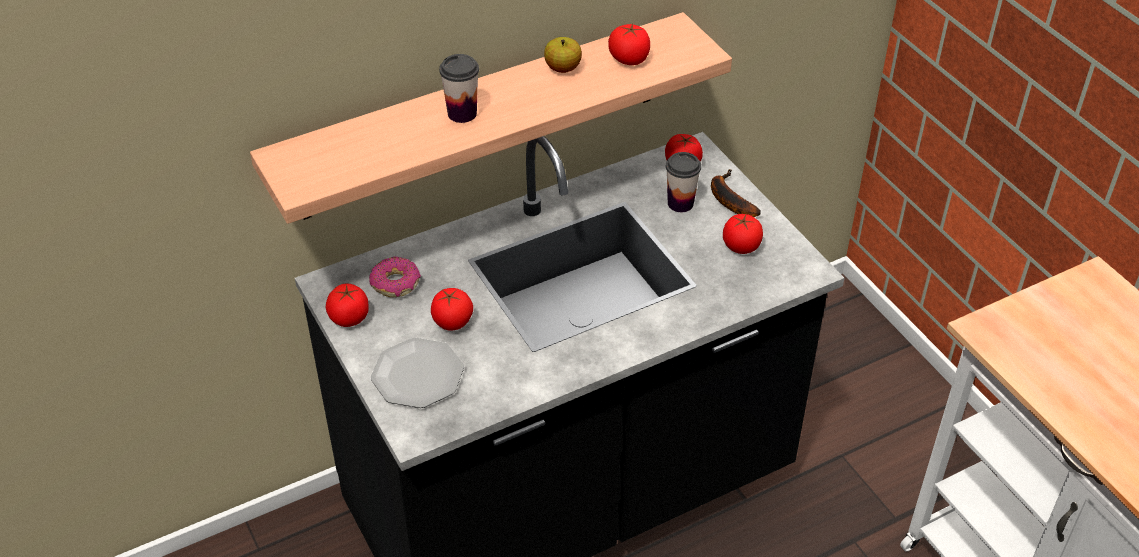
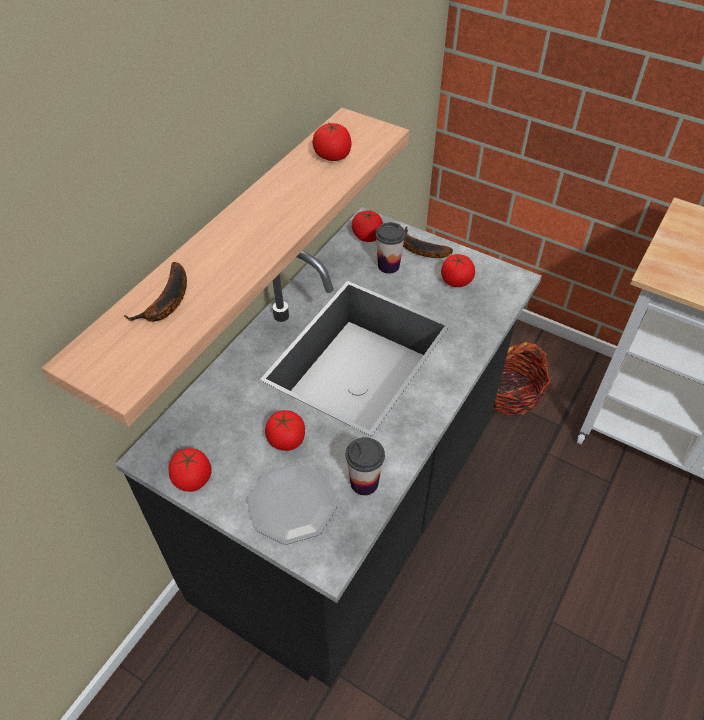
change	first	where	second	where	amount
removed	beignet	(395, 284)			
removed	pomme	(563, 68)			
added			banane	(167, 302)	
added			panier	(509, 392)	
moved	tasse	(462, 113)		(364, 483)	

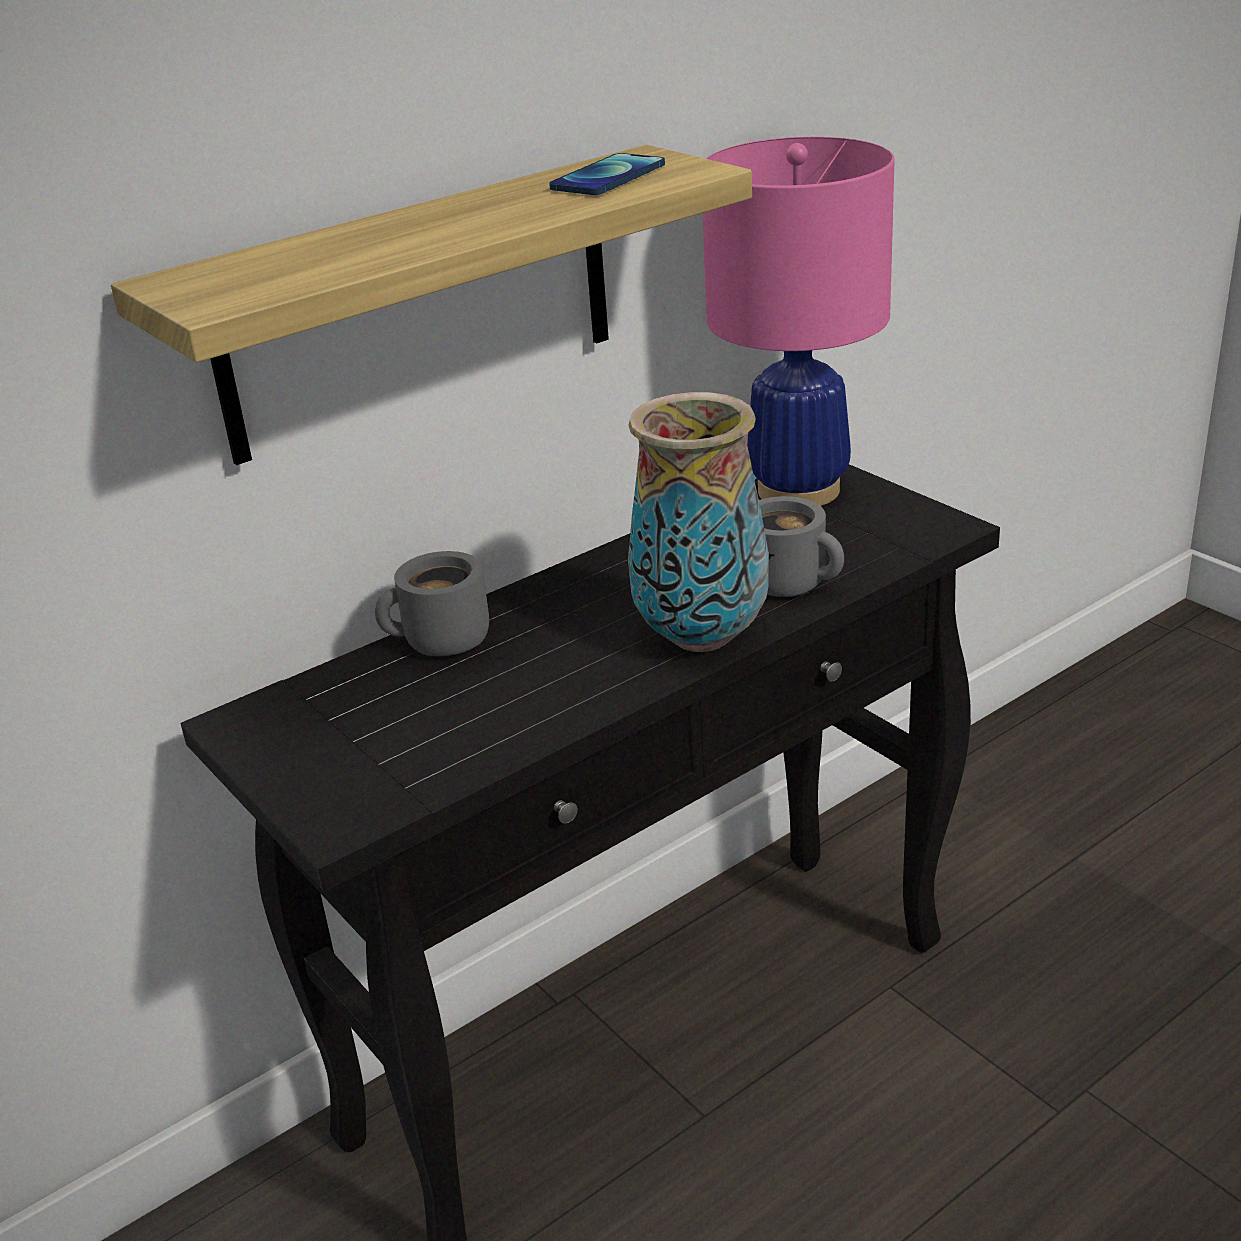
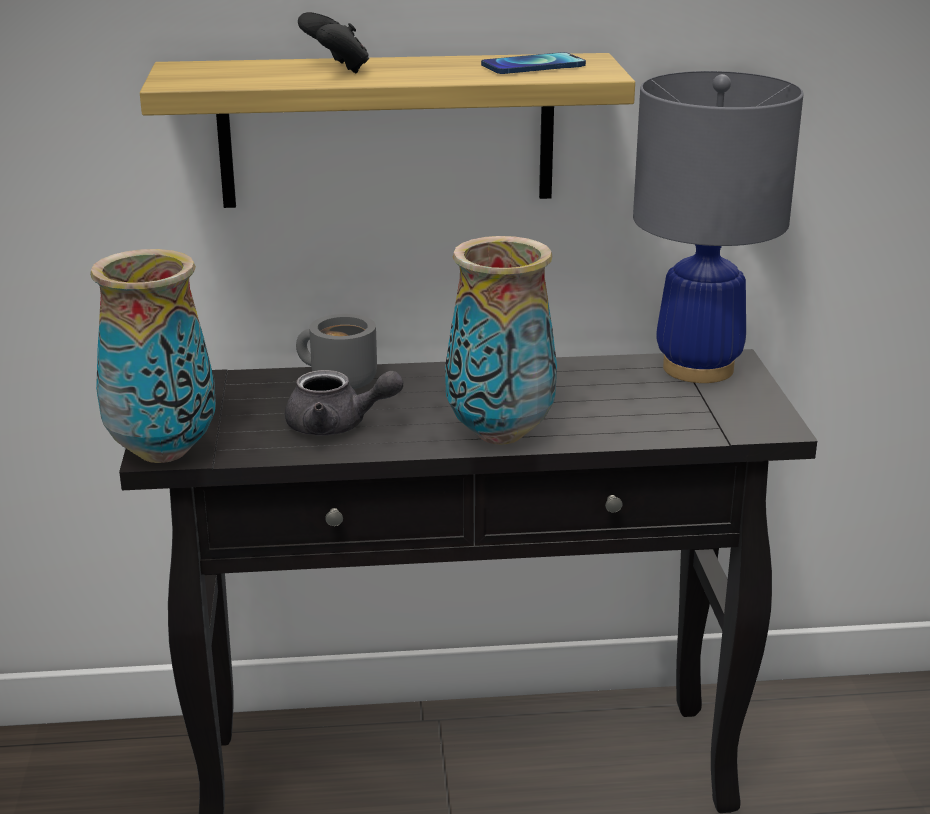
change	first	where	second	where	amount
removed	mug/gris	(792, 582)			
added			vase	(163, 451)	
added			théière/gris	(337, 426)	
added			manette/noir	(336, 69)	
recoloured	lampe de table/rose	(798, 491)	lampe de table/gris	(697, 368)	

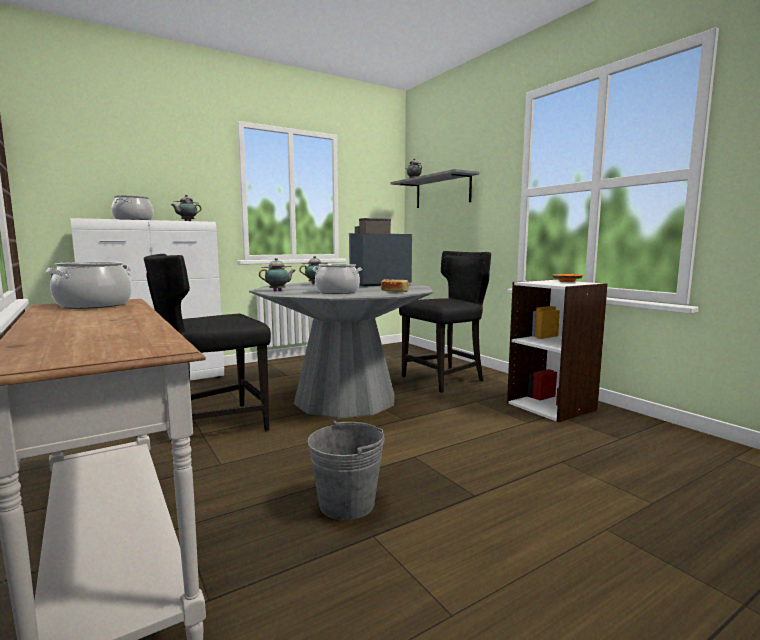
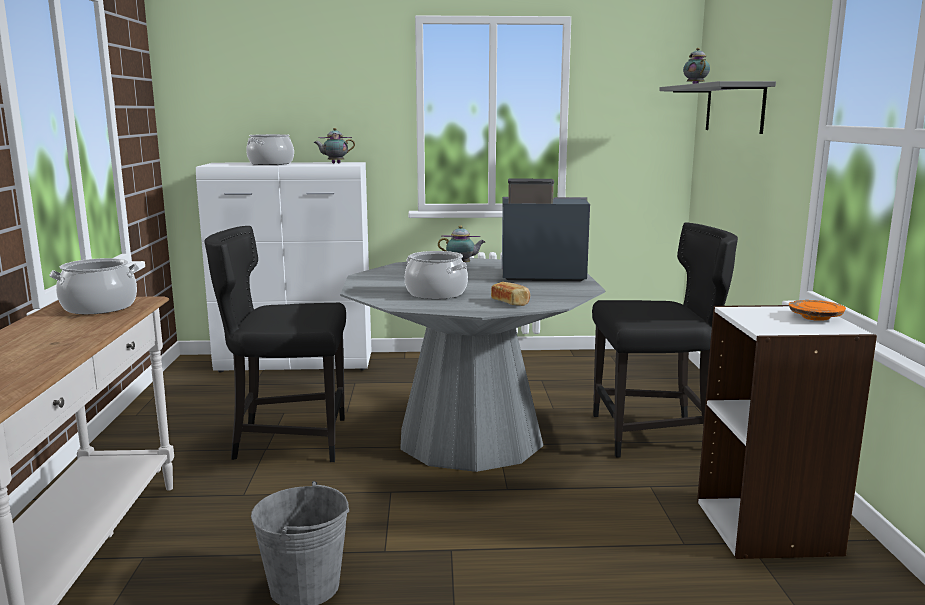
change	first	where	second	where	amount
removed	théière	(278, 291)			

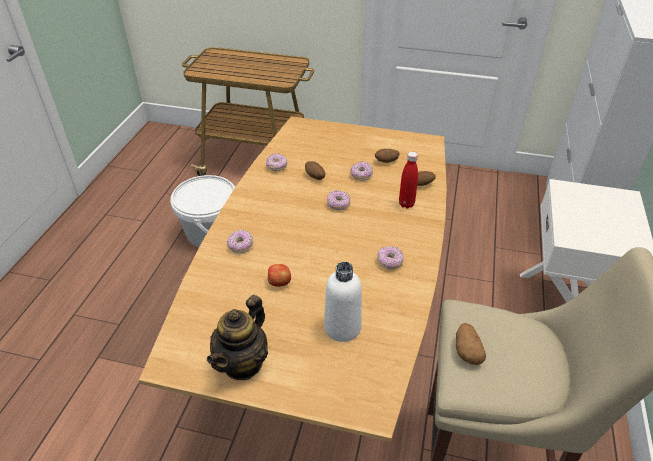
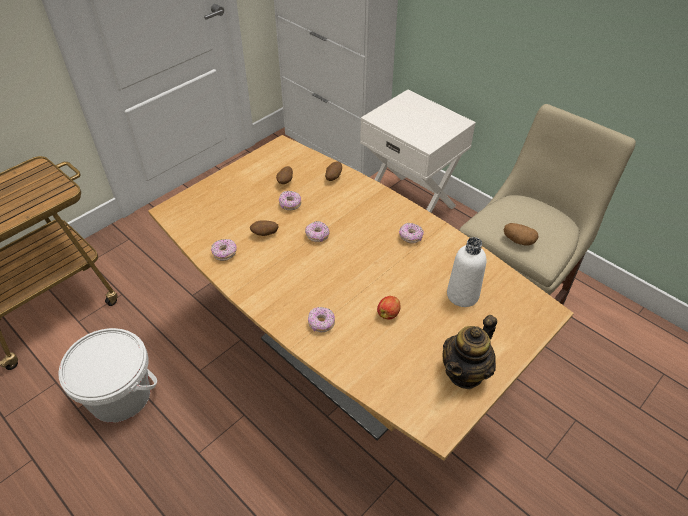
change	first	where	second	where	amount
removed	bouteille/rouge	(406, 204)			
turned	théière	(243, 363)		(465, 372)	75 degrees clockwise

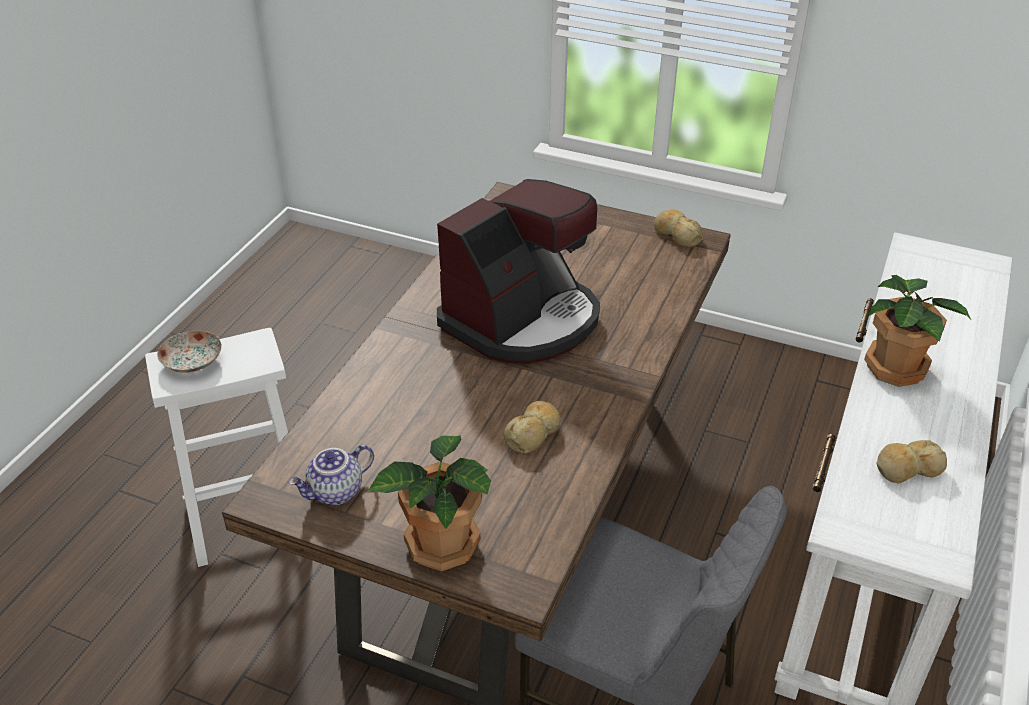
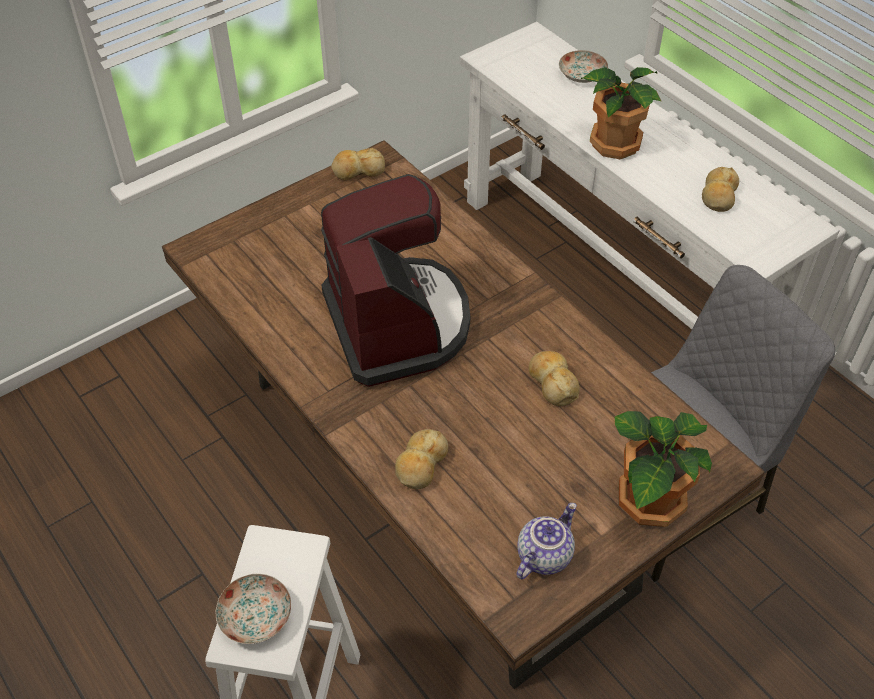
change	first	where	second	where	amount
added			pain	(420, 465)	
added			assiette	(582, 75)	
turned	théière	(336, 492)		(543, 555)	135 degrees counterclockwise

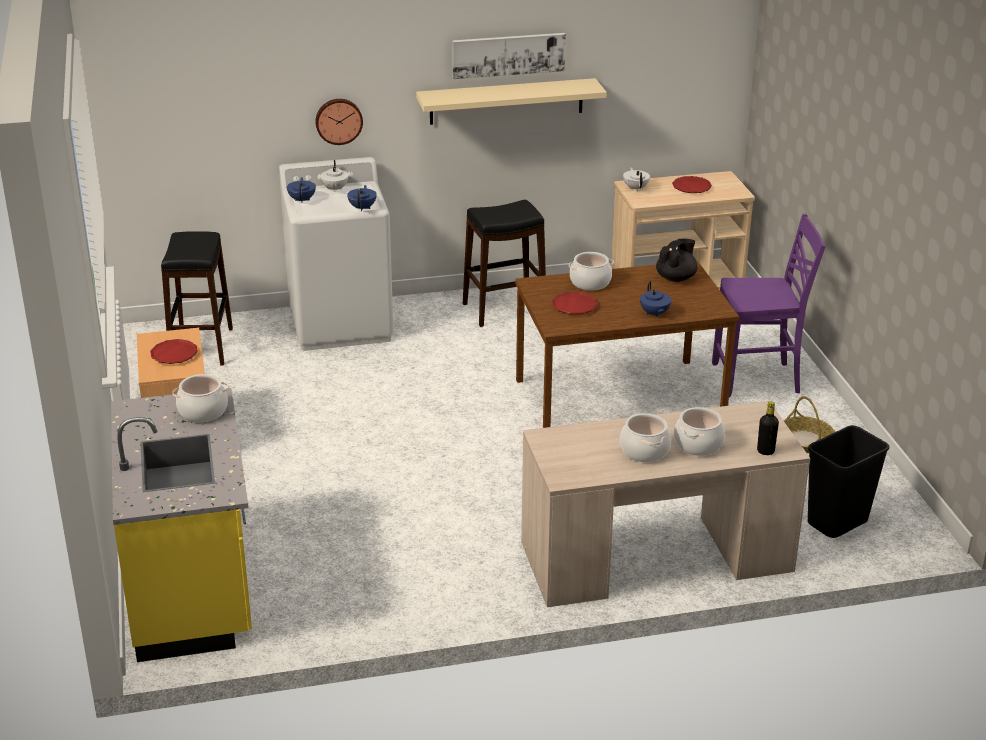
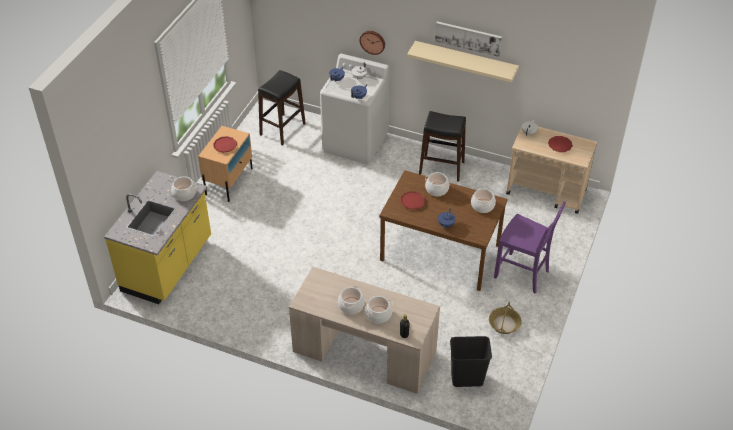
change	first	where	second	where	amount
replaced	théière/noir	(676, 278)	marmite	(482, 206)	

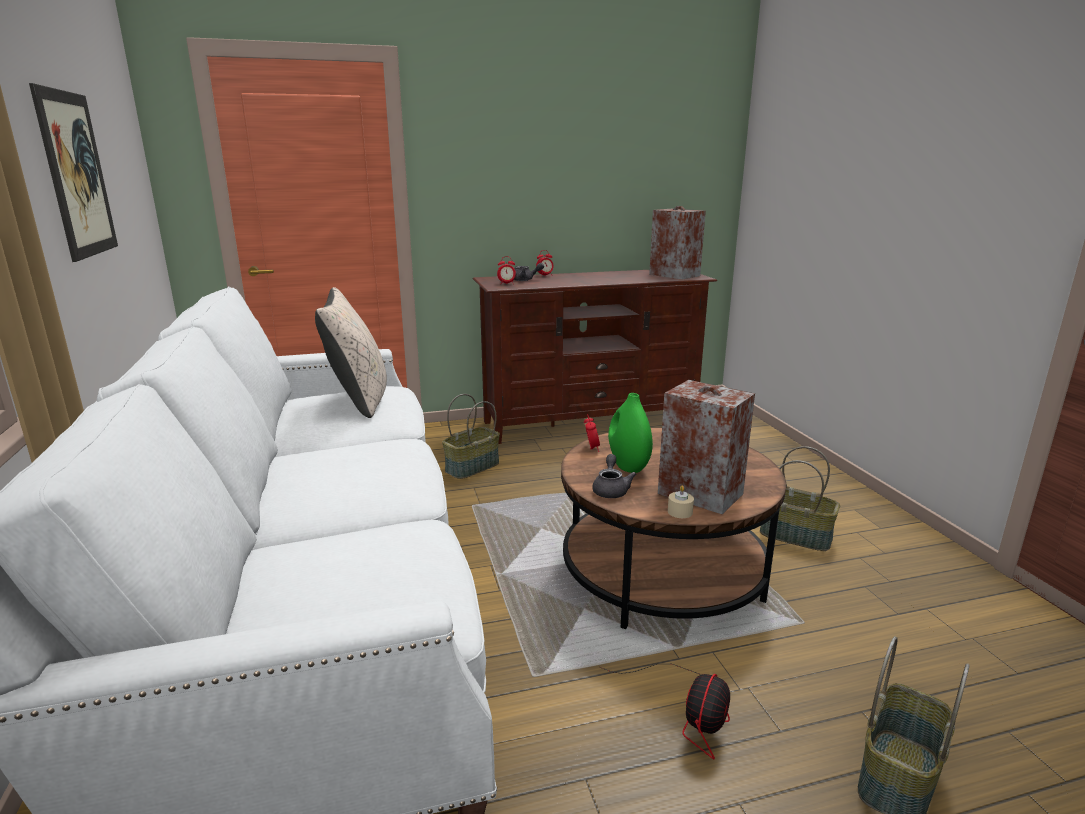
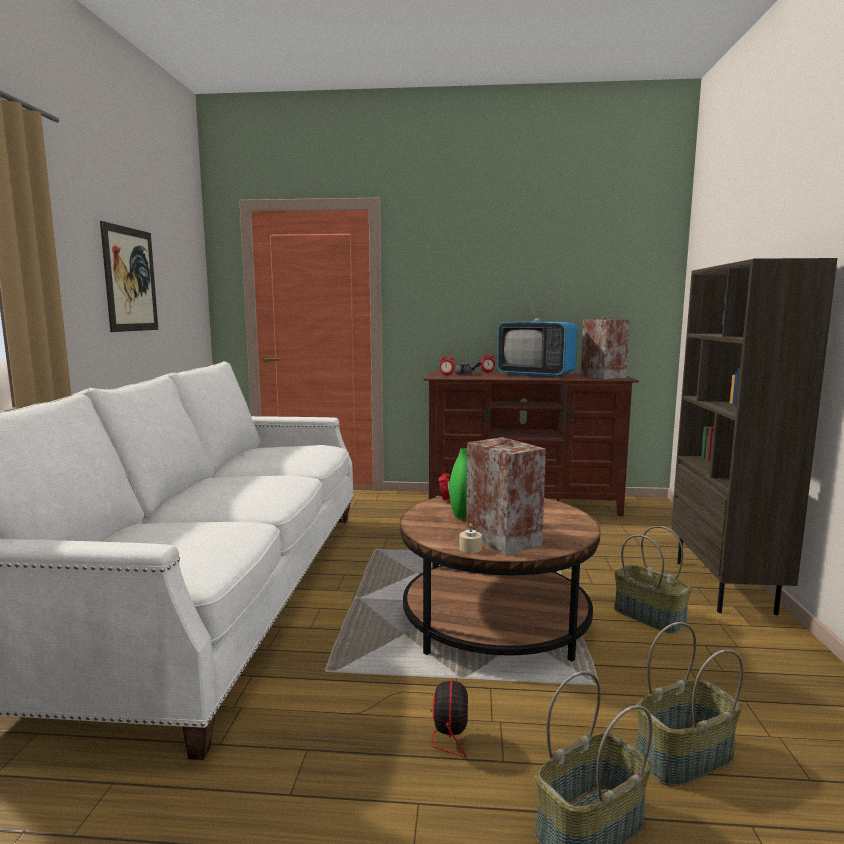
change	first	where	second	where	amount
removed	coussin/beige	(359, 400)			
removed	théière/gris	(611, 489)			
added			téléviseur	(536, 375)	
added			bibliothèque/marron	(725, 587)	
moved	panier	(472, 467)		(684, 758)	
turned	ventilateur	(689, 712)		(431, 726)	45 degrees counterclockwise

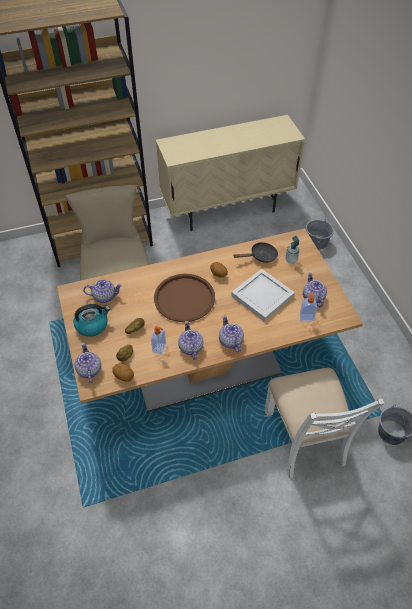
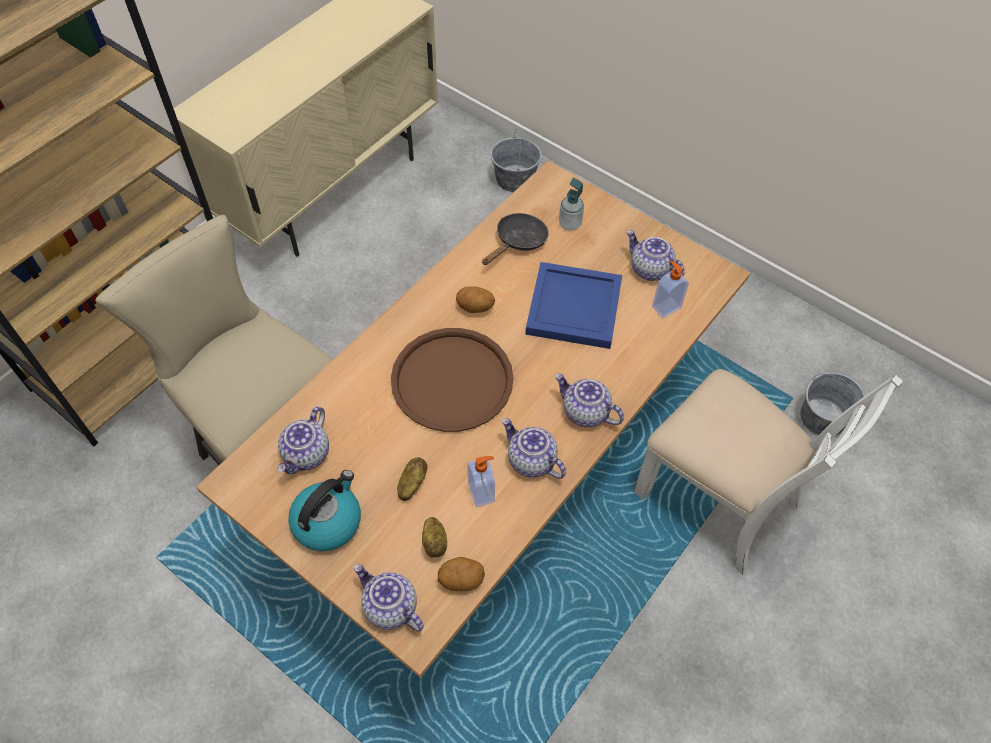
change	first	where	second	where	amount
recoloured	plateau/blanc	(261, 296)	plateau/bleu	(572, 308)	
turned	théière	(105, 296)		(307, 454)	150 degrees clockwise

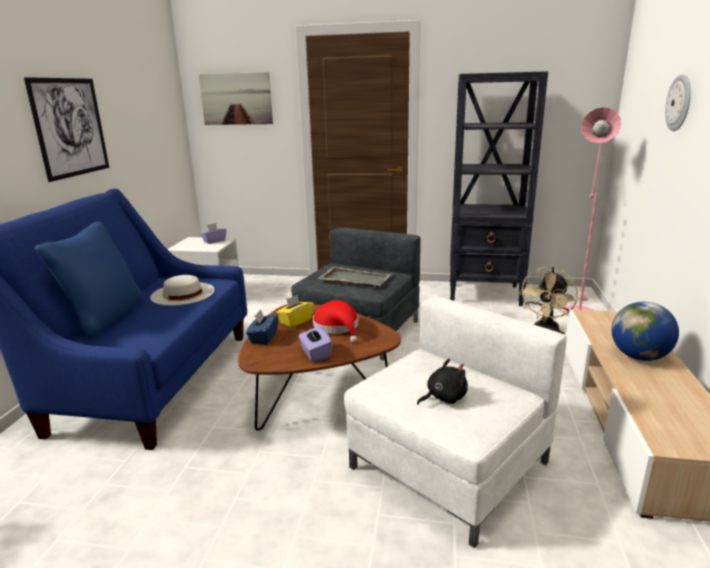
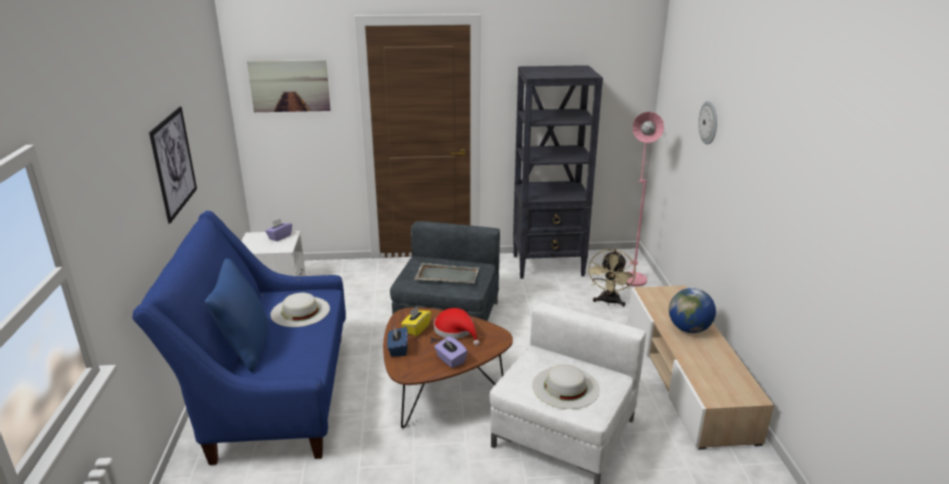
change	first	where	second	where	amount
replaced	peluche/noir	(443, 398)	chapeau/blanc	(565, 387)	

